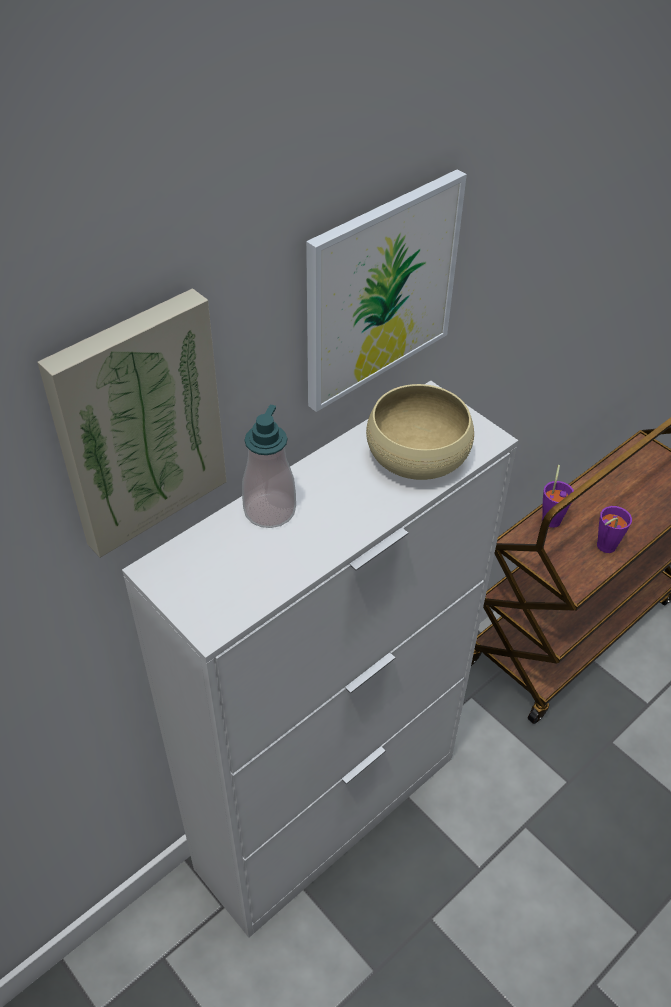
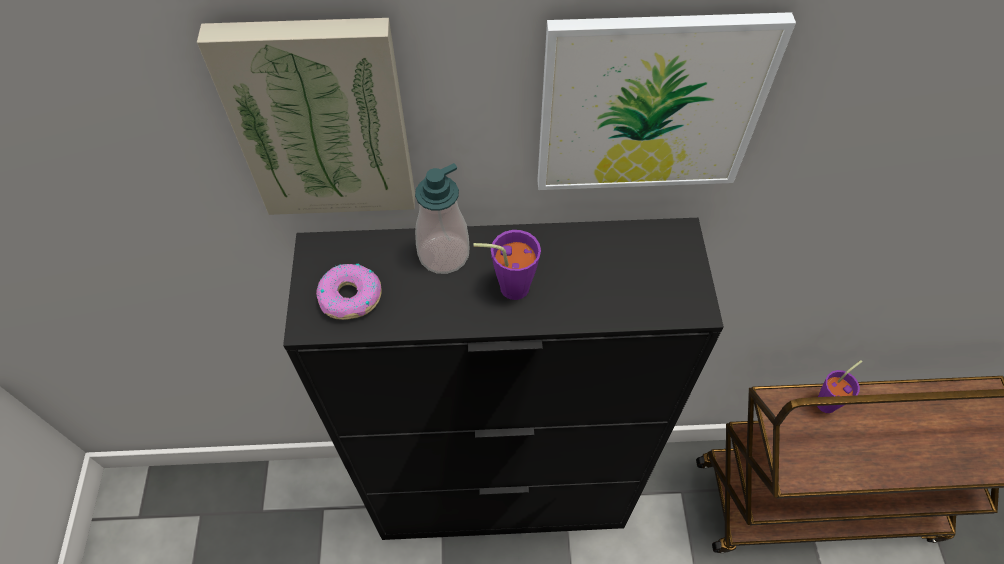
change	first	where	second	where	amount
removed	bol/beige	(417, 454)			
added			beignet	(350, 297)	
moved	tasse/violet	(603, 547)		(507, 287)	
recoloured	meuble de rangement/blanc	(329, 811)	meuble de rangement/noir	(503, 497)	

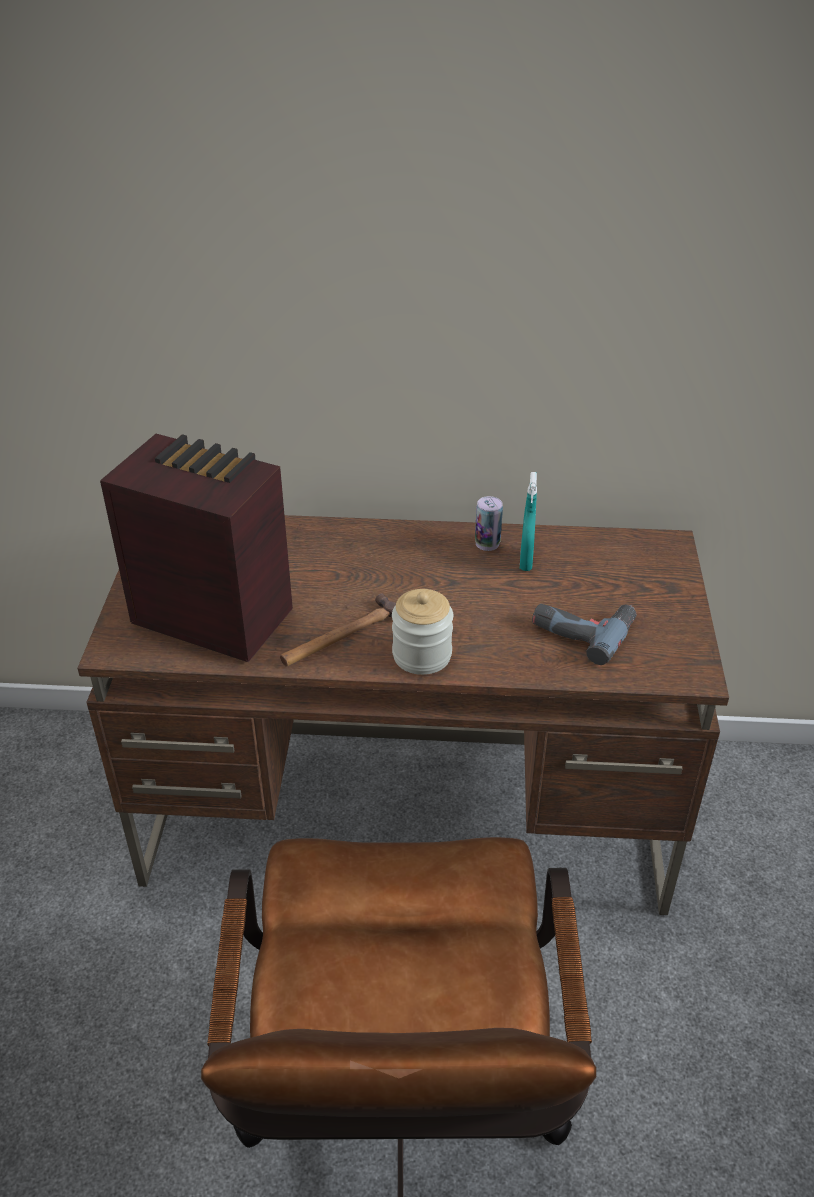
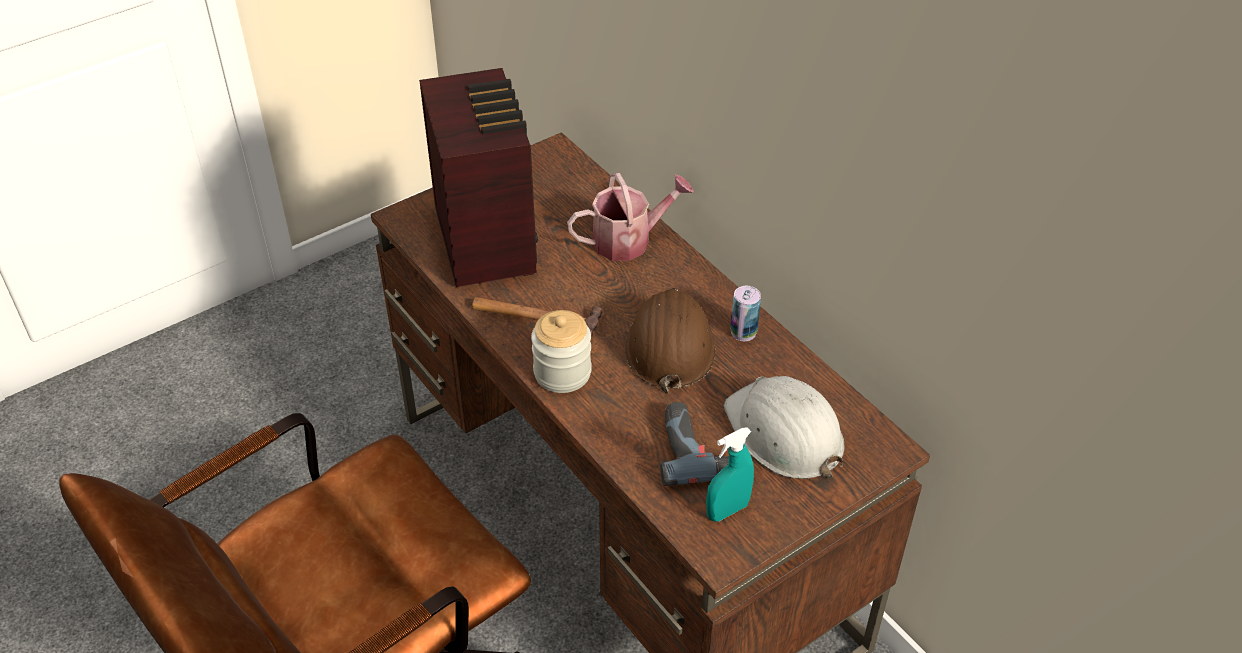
change	first	where	second	where	amount
added			arrosoir	(629, 240)	
added			casque de chantier/marron	(669, 346)	
added			casque de chantier/blanc	(784, 433)	
moved	vaporisateur/turquoise	(526, 561)		(727, 510)	

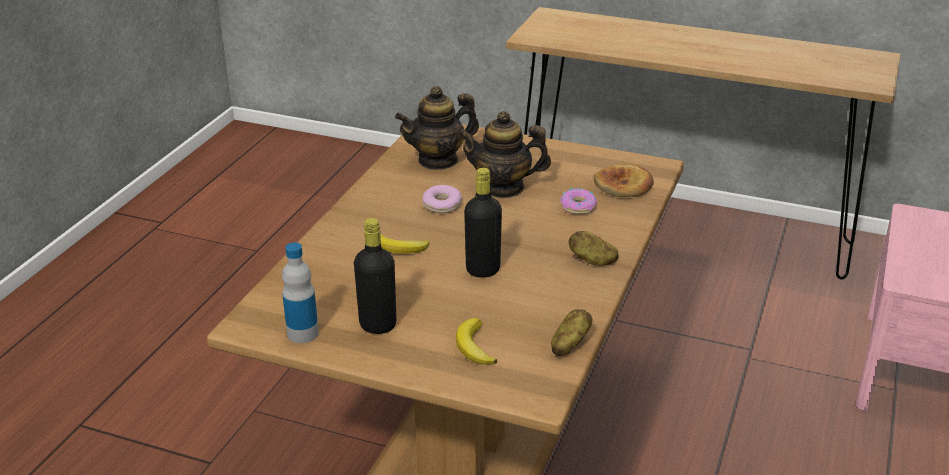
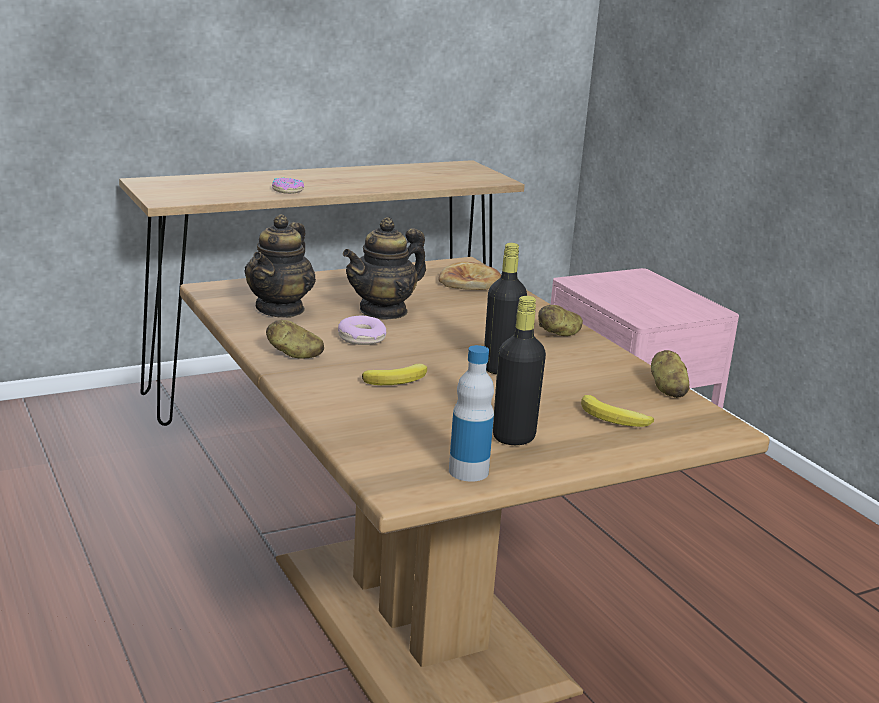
change	first	where	second	where	amount
added			pomme de terre	(294, 355)	
moved	beignet	(578, 207)		(287, 190)	

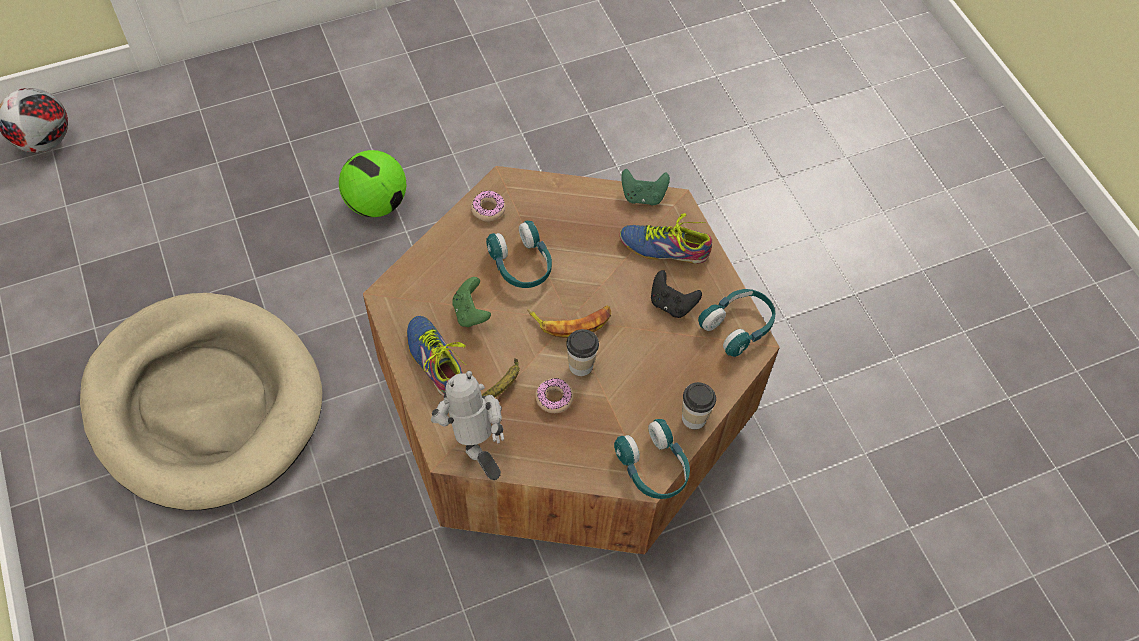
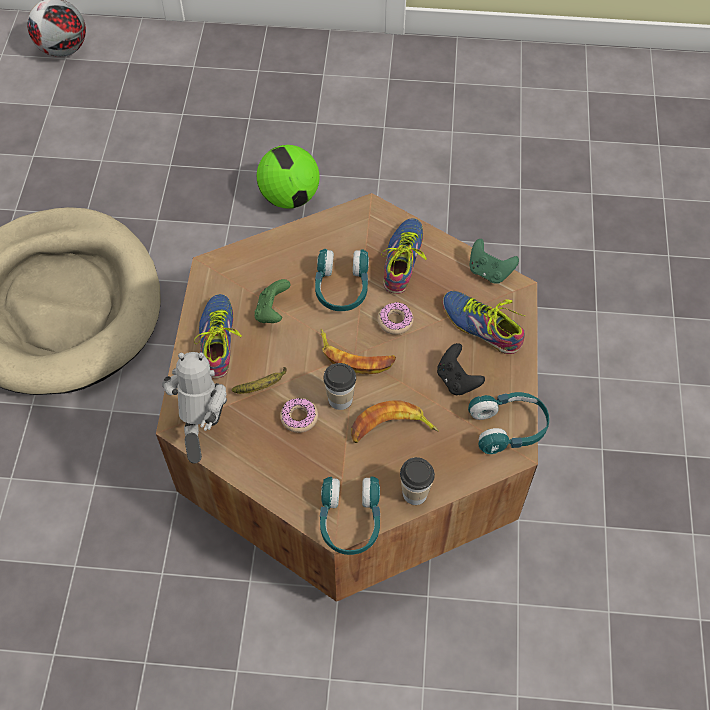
change	first	where	second	where	amount
added			banane	(391, 429)	
added			chaussure	(406, 260)	
moved	beignet	(488, 209)		(395, 321)	

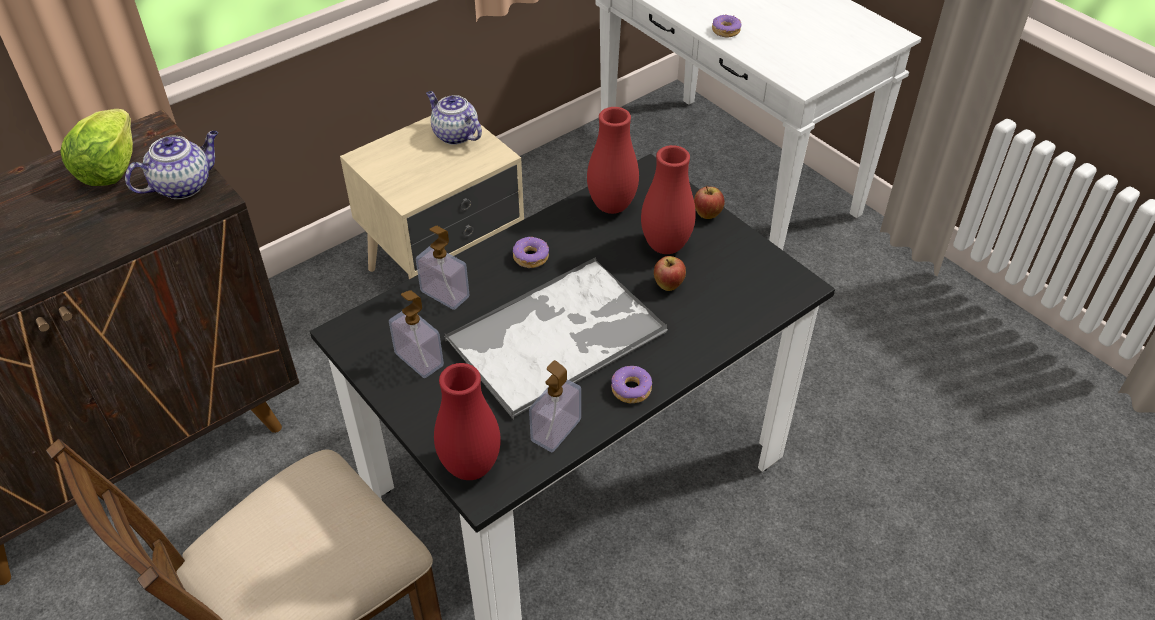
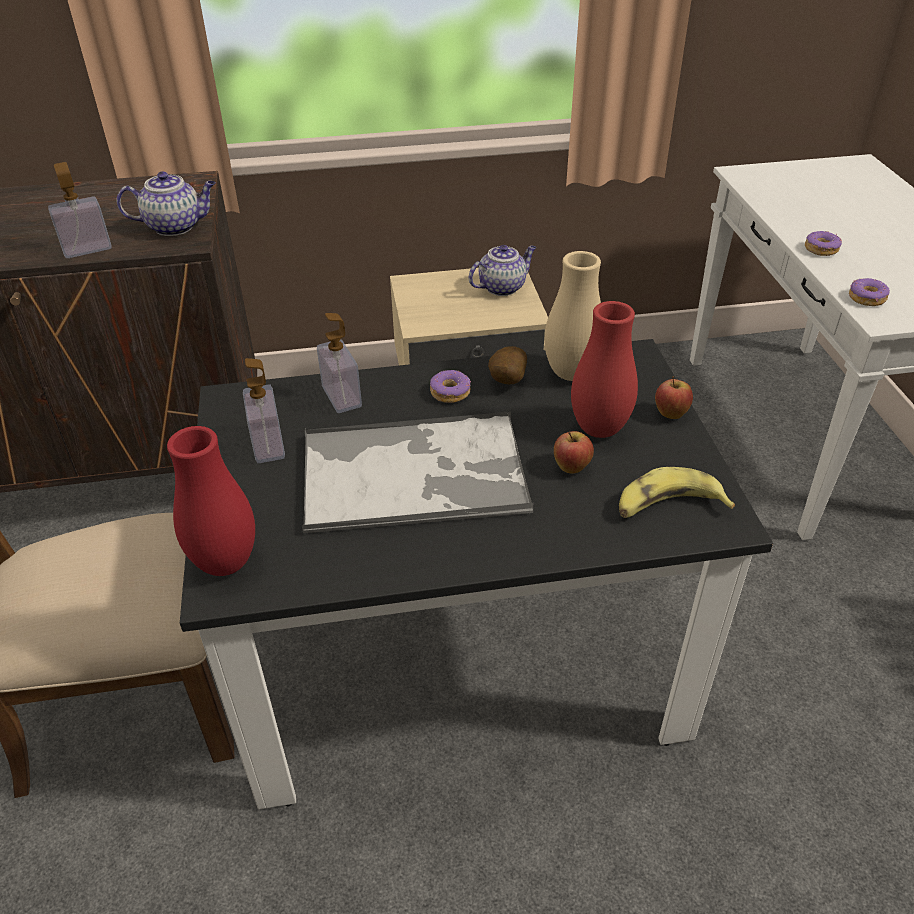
change	first	where	second	where	amount
removed	laitue	(110, 168)			
added			pomme de terre	(506, 382)	
added			banane	(668, 506)	
moved	distributeur de savon	(556, 430)		(87, 249)	
moved	beignet	(631, 390)		(866, 298)	
recoloured	vase/rouge	(612, 206)	vase/beige	(571, 373)	
turned	théière	(454, 135)		(502, 287)	75 degrees clockwise

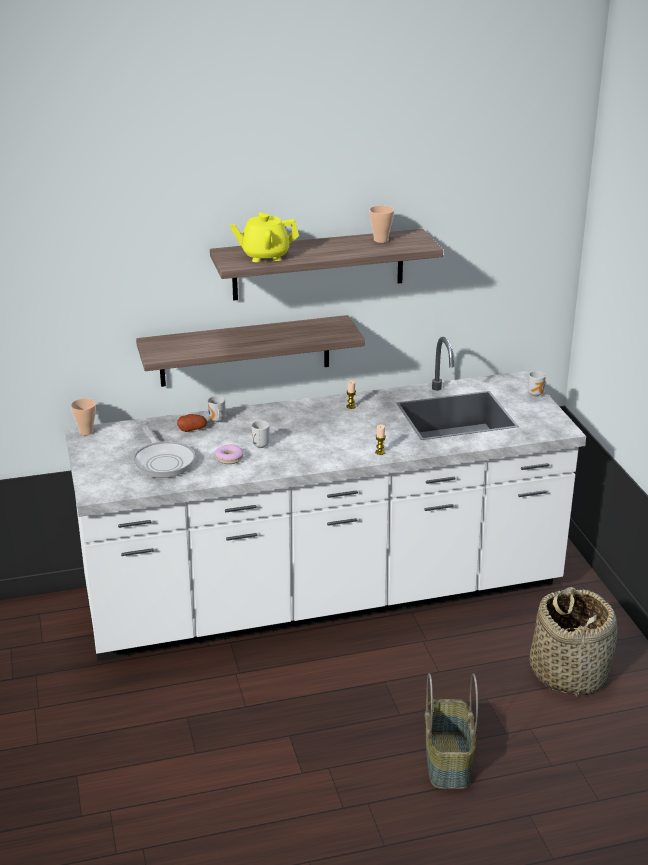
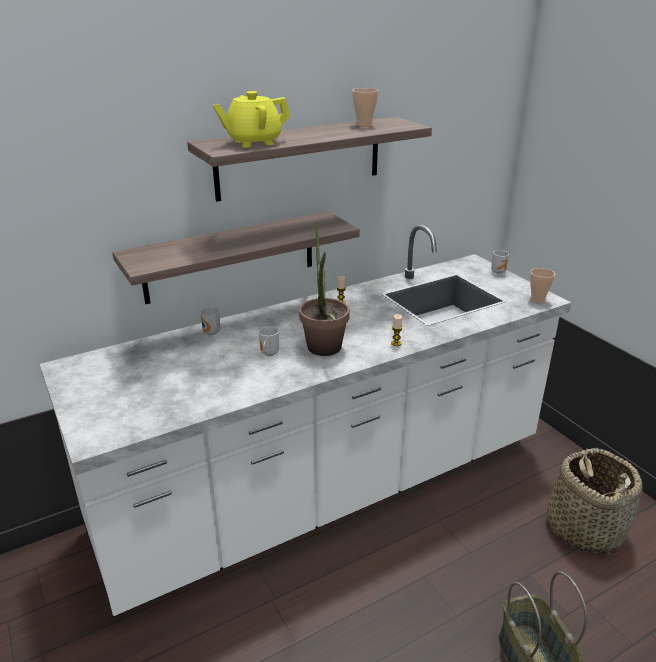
change	first	where	second	where	amount
removed	poêle	(163, 461)			
removed	pomme de terre	(192, 429)			
removed	beignet	(229, 458)			
added			plante en pot	(324, 351)	
moved	tasse	(86, 432)		(537, 300)	

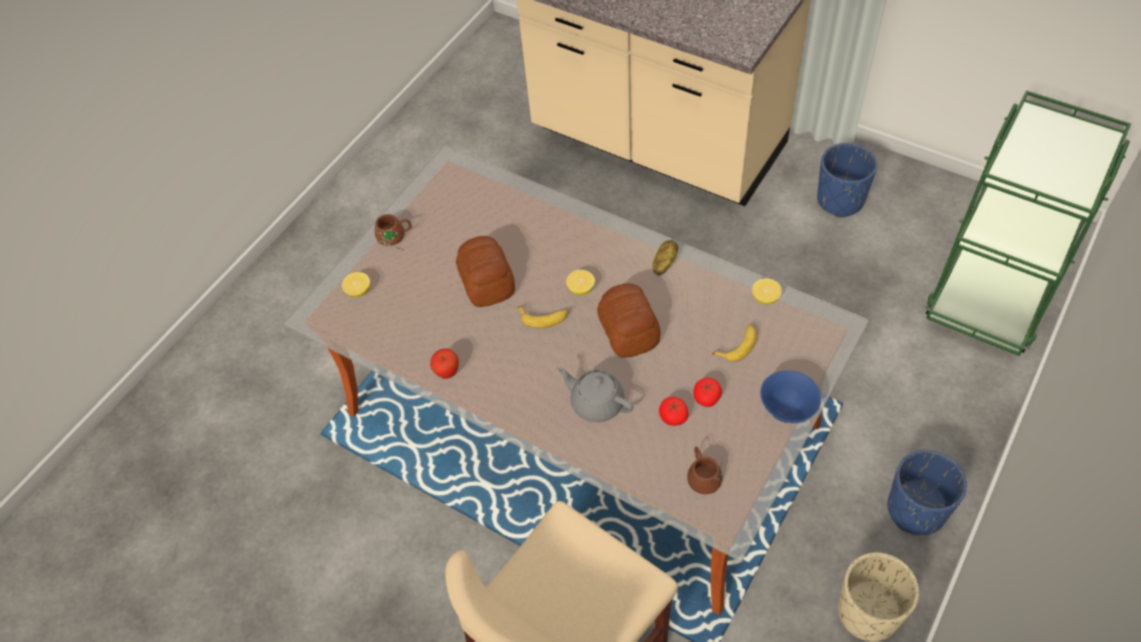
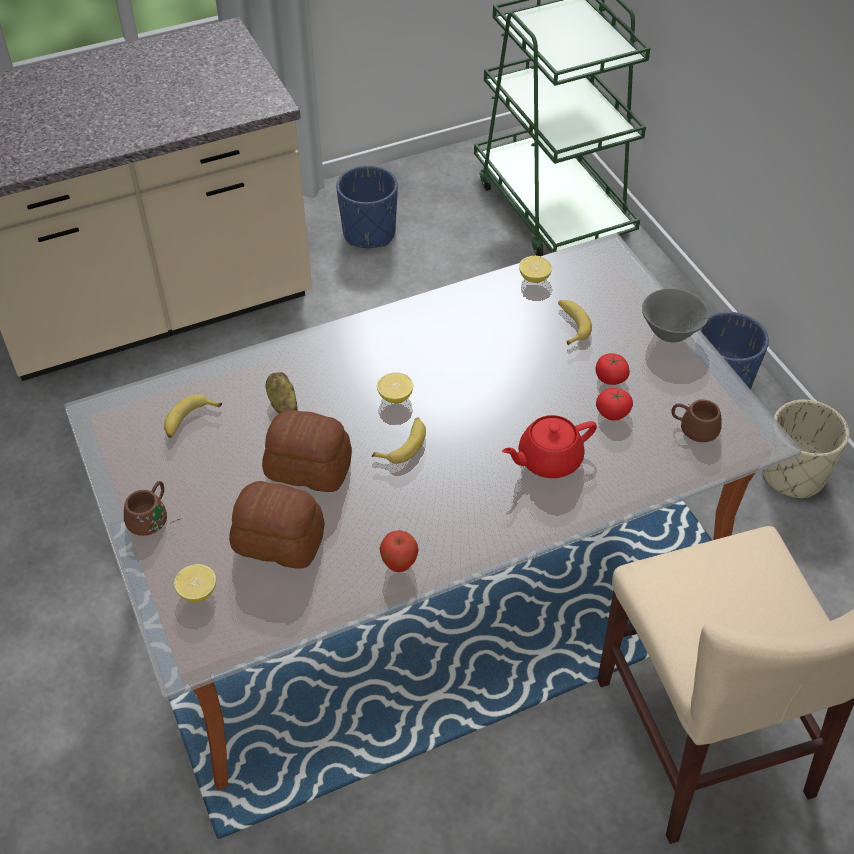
change	first	where	second	where	amount
added			banane	(189, 420)	
moved	pain	(629, 330)		(278, 539)	
moved	pomme de terre	(664, 264)		(282, 404)	
recoloured	théière/gris	(596, 402)	théière/rouge	(548, 459)	
recoloured	bol/bleu	(787, 410)	bol/gris	(670, 333)	

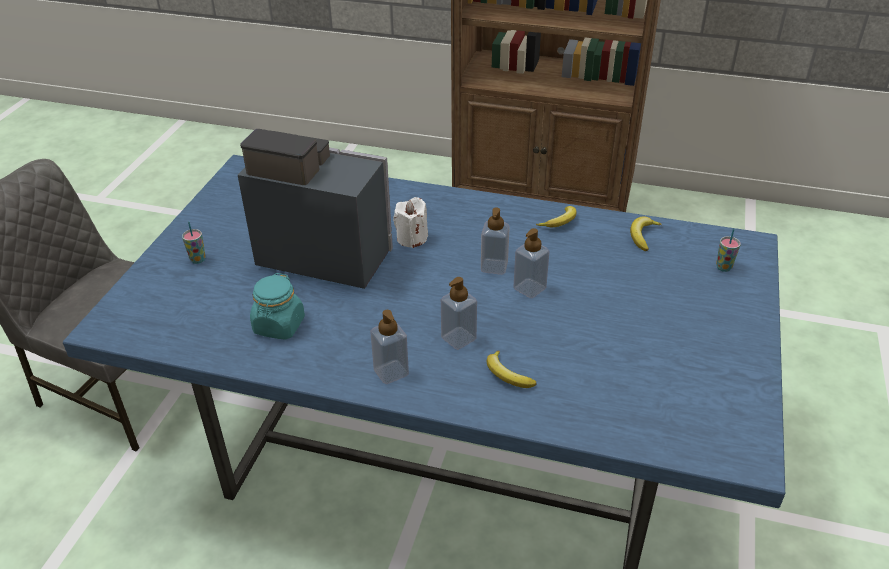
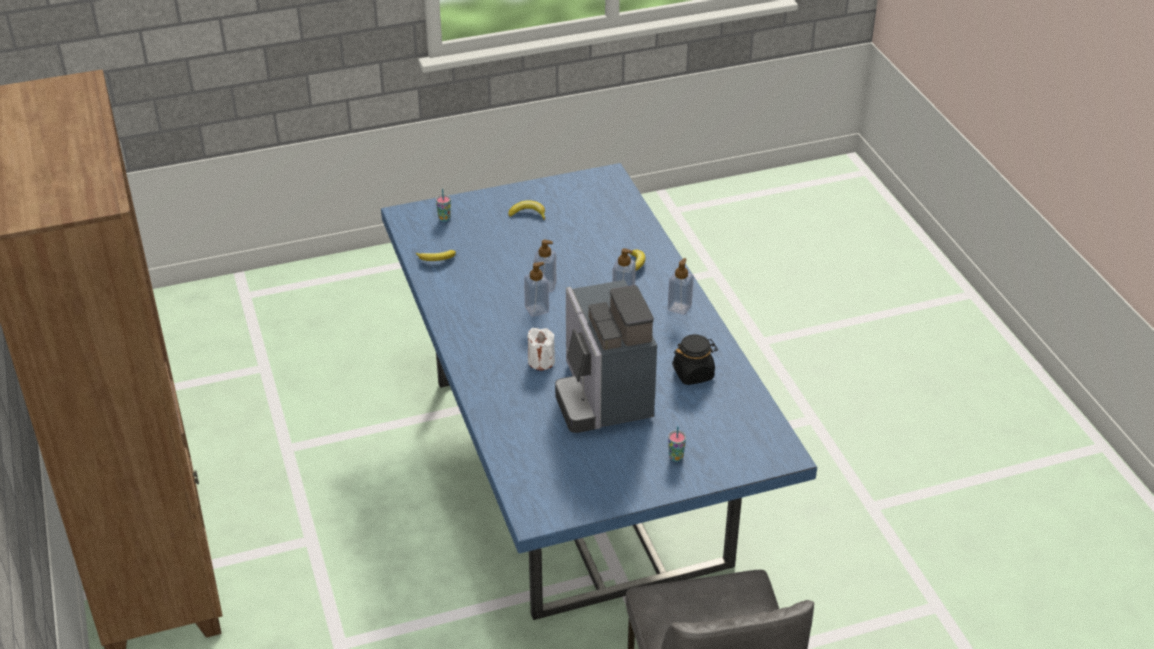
change	first	where	second	where	amount
moved	banane	(560, 222)		(528, 214)	
recoloured	bocal/turquoise	(279, 326)	bocal/noir	(693, 374)	

